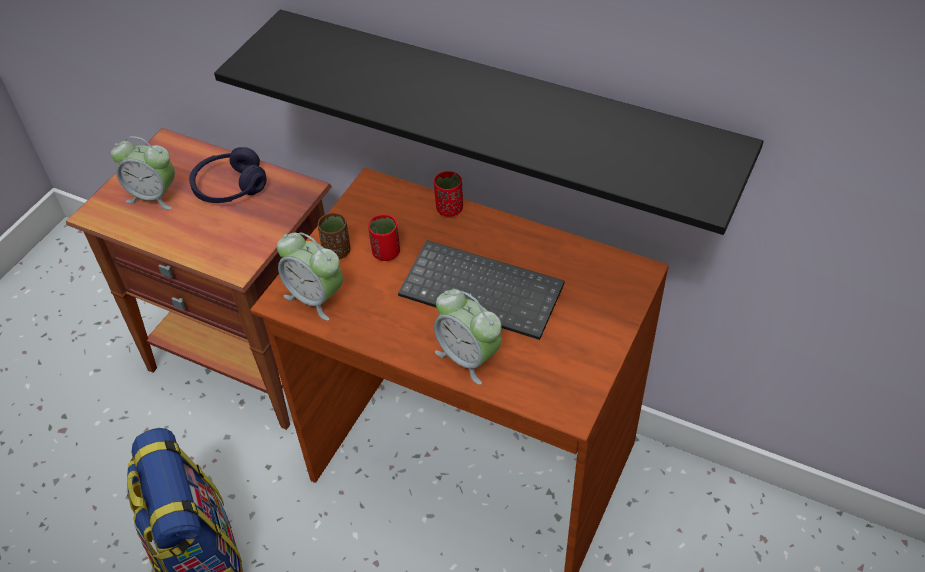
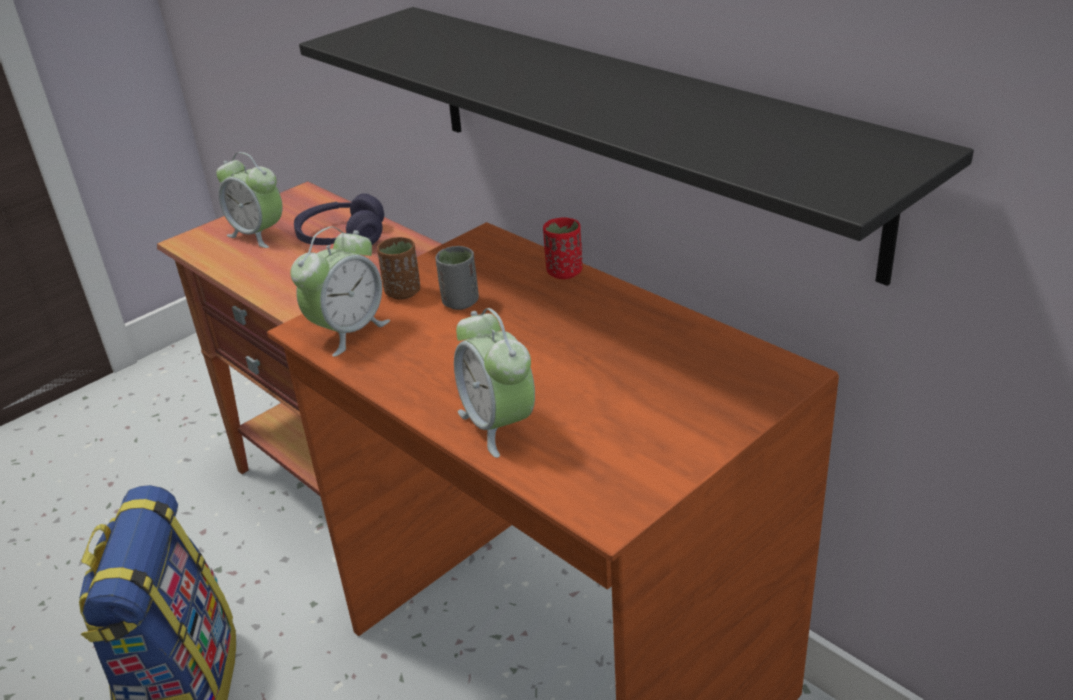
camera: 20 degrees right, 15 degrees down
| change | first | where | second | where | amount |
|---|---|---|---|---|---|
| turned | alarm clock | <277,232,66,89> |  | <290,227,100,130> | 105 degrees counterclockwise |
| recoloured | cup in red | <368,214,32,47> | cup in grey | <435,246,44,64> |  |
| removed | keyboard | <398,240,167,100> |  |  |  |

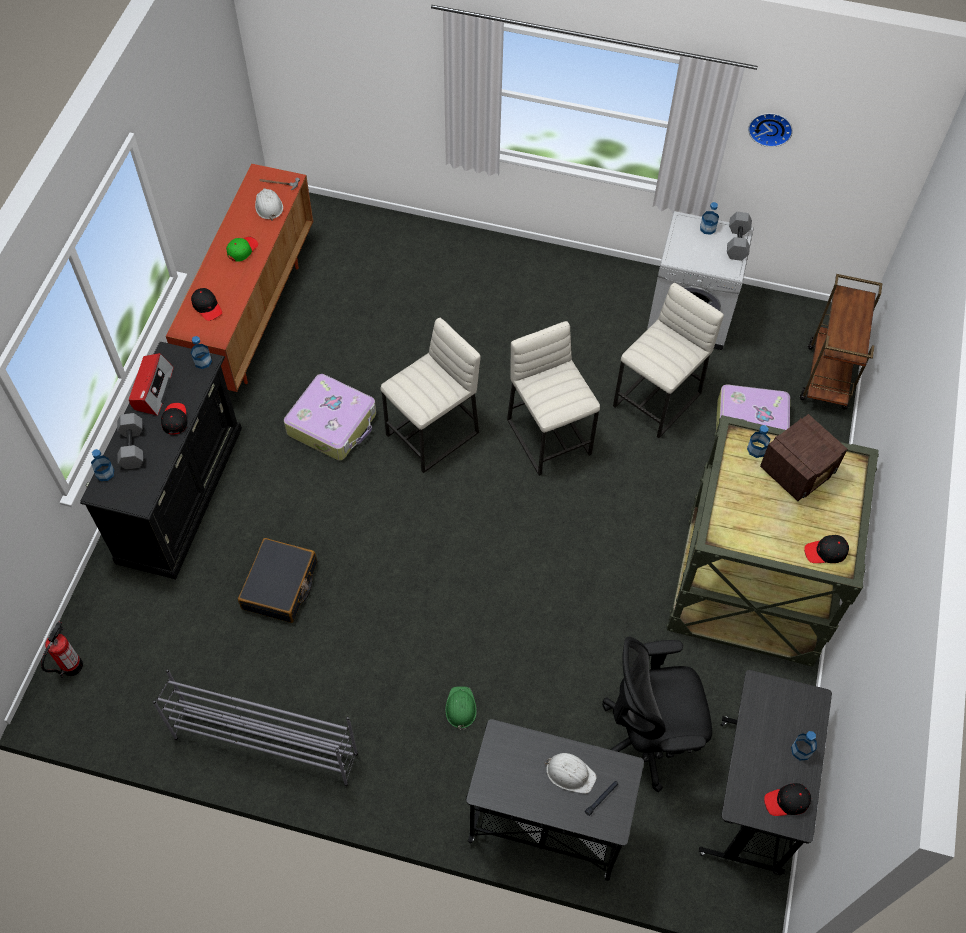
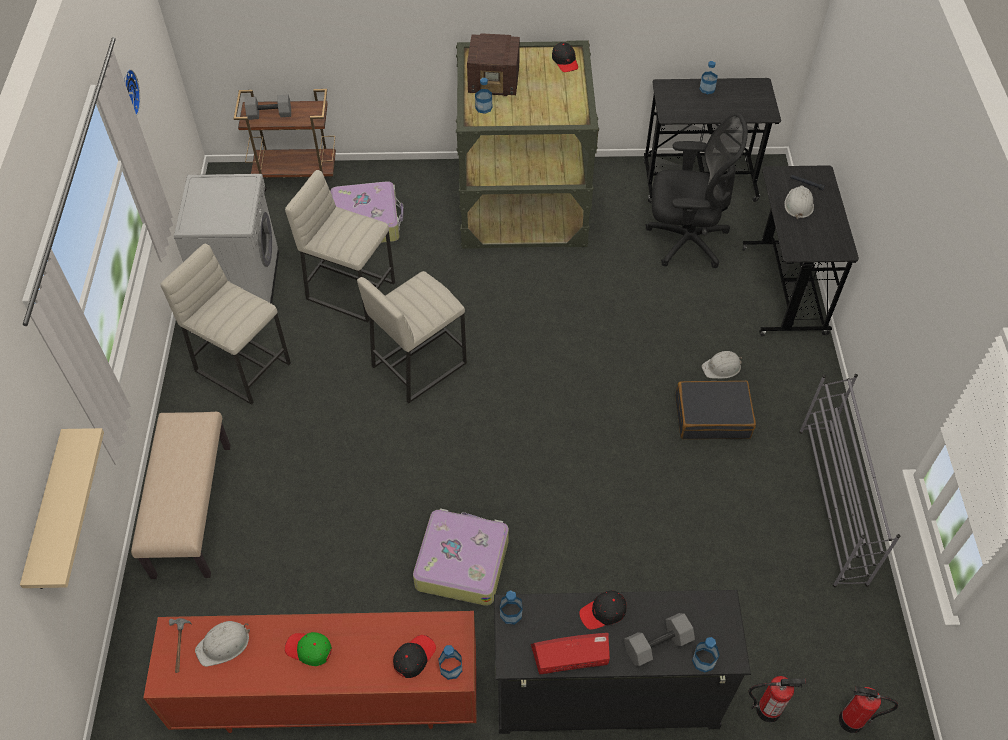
camera: 105 degrees left, 5 degrees down
| change | first | where | second | where | amount |
|---|---|---|---|---|---|
| added |  |  | shelf in beige | <20,428,84,161> |  |
| added |  |  | bench in beige | <131,412,99,167> |  |
| moved | stool in beige | <381,318,100,155> |  | <160,244,131,161> |  |
| moved | dumbbell in grey | <727,212,25,49> |  | <245,94,46,26> |  |
| moved | bottle | <700,202,19,33> |  | <438,645,24,35> |  |
| turned | radio | <760,414,87,87> |  | <467,33,53,63> | 150 degrees clockwise |
| turned | office chair in black | <602,637,110,155> |  | <646,112,102,156> | 60 degrees counterclockwise |
| moved | suitcase in black | <238,538,79,85> |  | <675,381,81,58> |  |
| recoloured | hard hat in green | <445,686,32,44> | hard hat in white | <702,351,40,28> |  |
| added |  |  | fire extinguisher | <748,676,58,47> |  |
| removed | cap in black | <764,783,47,33> |  |  |  |

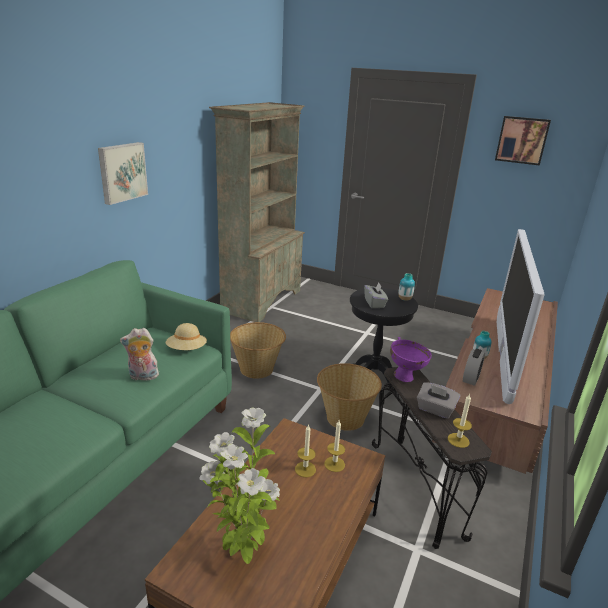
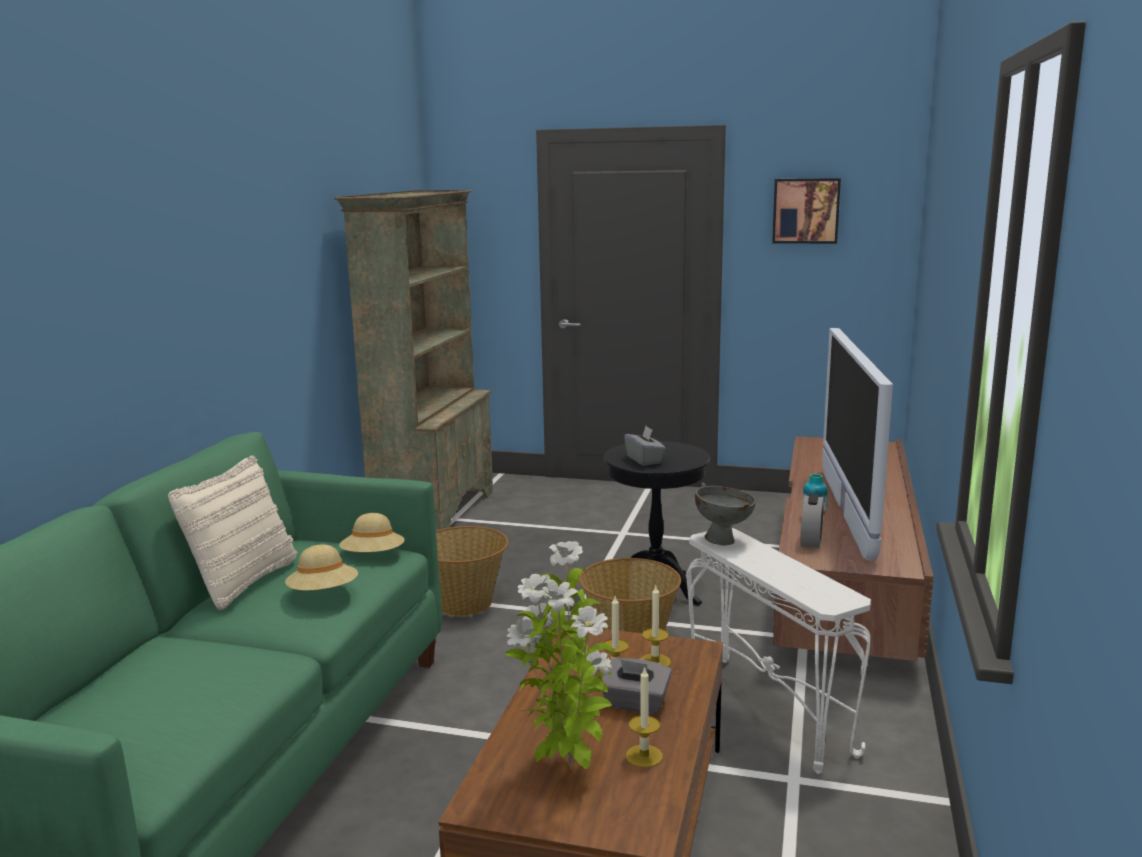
camera: 10 degrees left, 10 degrees down
| change | first | where | second | where | amount |
|---|---|---|---|---|---|
| added |  |  | pillow in beige | <168,455,130,155> |  |
| replaced | plush toy | <120,328,39,52> | hat in beige | <285,544,73,47> |  |
| moved | tissue box in grey | <417,382,43,37> |  | <602,658,70,56> |  |
| moved | candle | <448,393,24,55> |  | <626,666,37,102> |  |
| recoloured | side table in black | <372,367,120,182> | side table in white | <686,528,185,246> |  |
| recoloured | bowl in purple | <390,337,42,45> | bowl in grey | <695,482,61,63> |  |
| removed | picture | <98,142,50,63> |  |  |  |
| removed | vase | <398,273,17,28> |  |  |  |

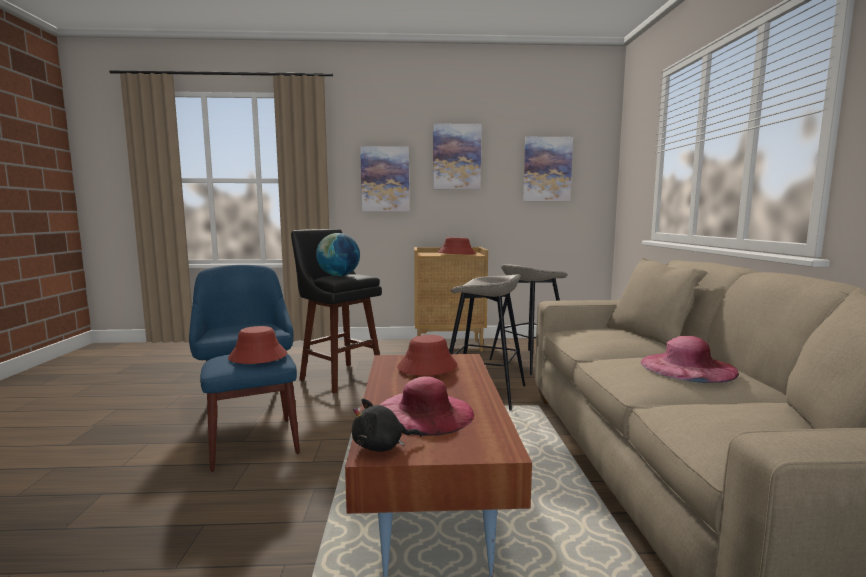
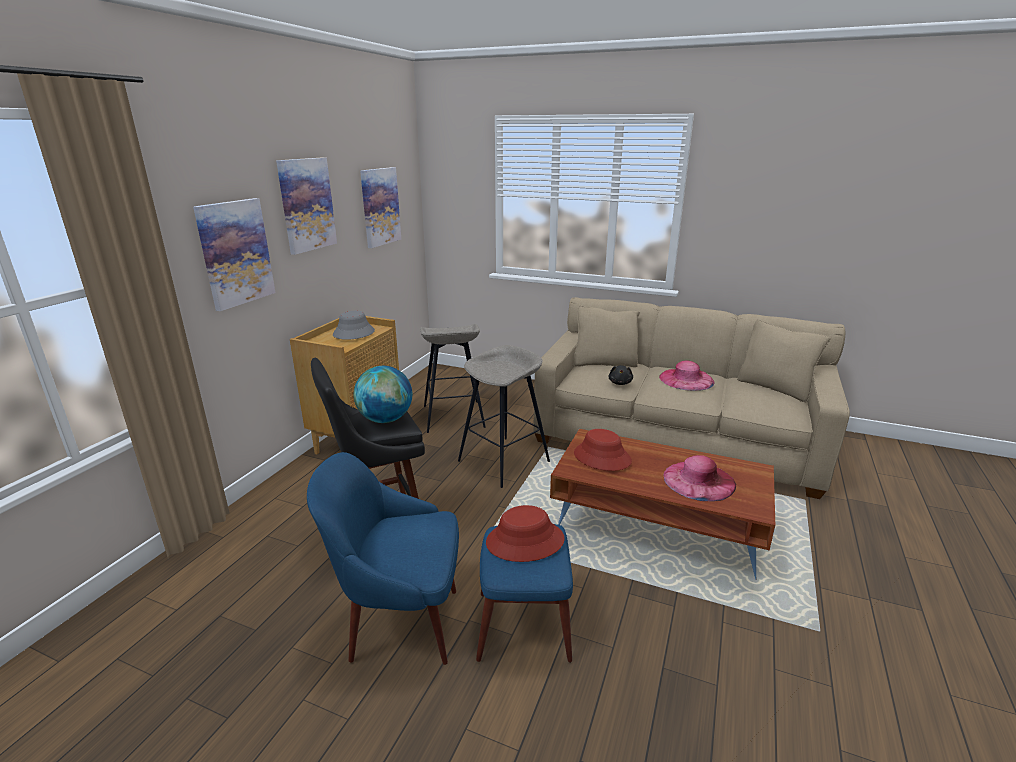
camera: 65 degrees left, 15 degrees up
| change | first | where | second | where | amount |
|---|---|---|---|---|---|
| recoloured | hat in red | <437,237,39,17> | hat in grey | <333,311,42,29> |  |
| moved | plush toy in black | <352,399,70,53> |  | <608,365,25,20> |  |

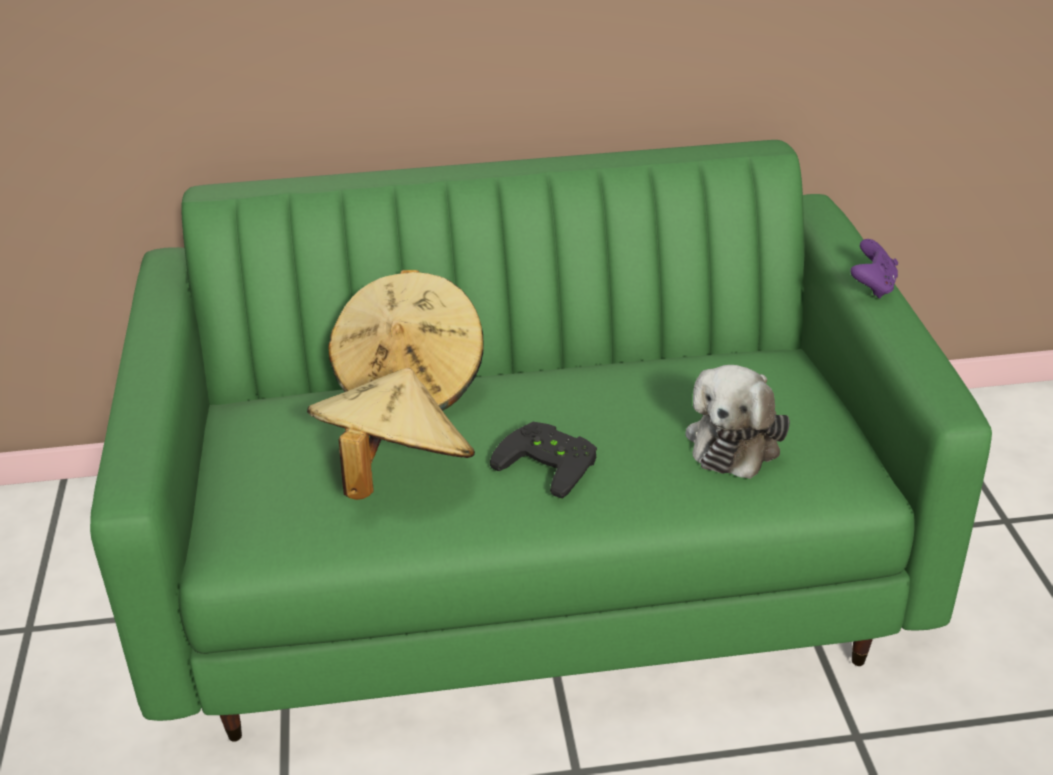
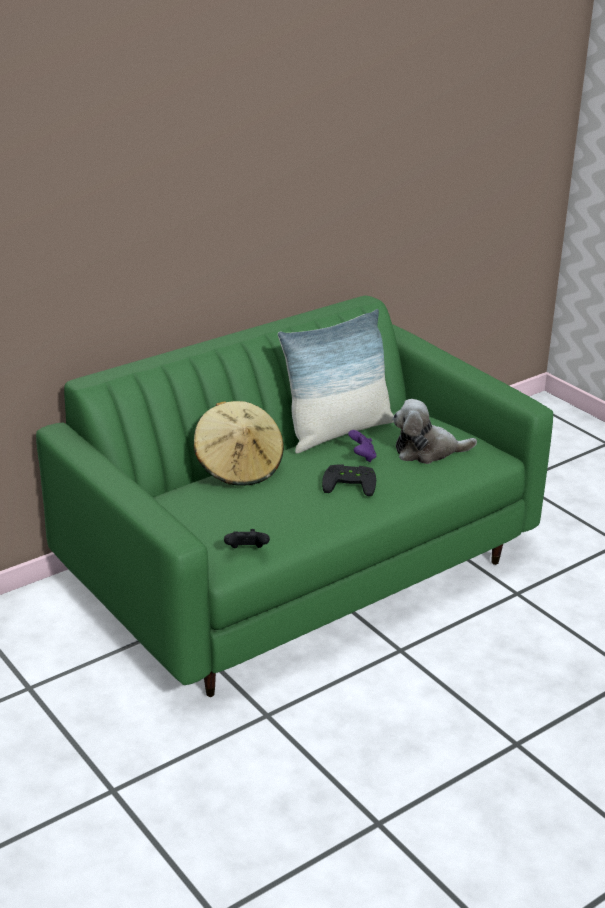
camera: 30 degrees left, 5 degrees down
| change | first | where | second | where | amount |
|---|---|---|---|---|---|
| added |  |  | game controller in black | <224,529,46,19> |  |
| added |  |  | pillow | <278,309,116,144> |  |
| moved | game controller in purple | <851,239,47,60> |  | <348,430,28,32> |  |
| turned | plush toy | <685,365,105,114> |  | <392,399,85,65> | 90 degrees clockwise |
| removed | hat in beige | <307,368,168,132> |  |  |  |

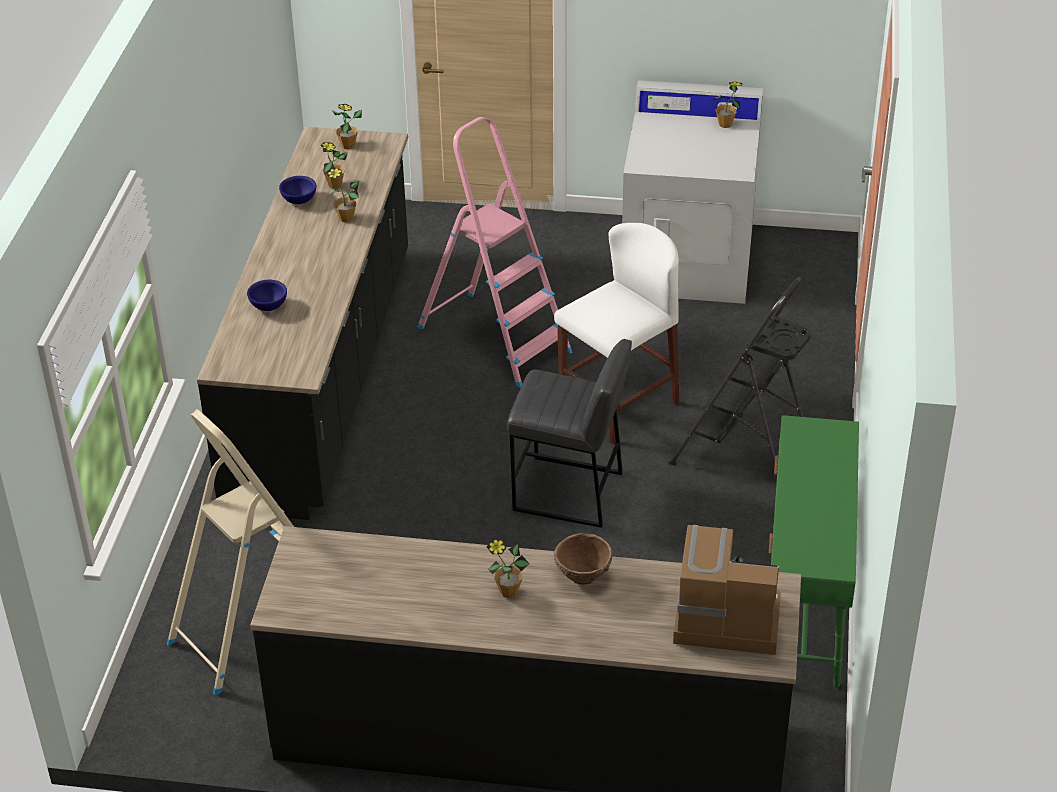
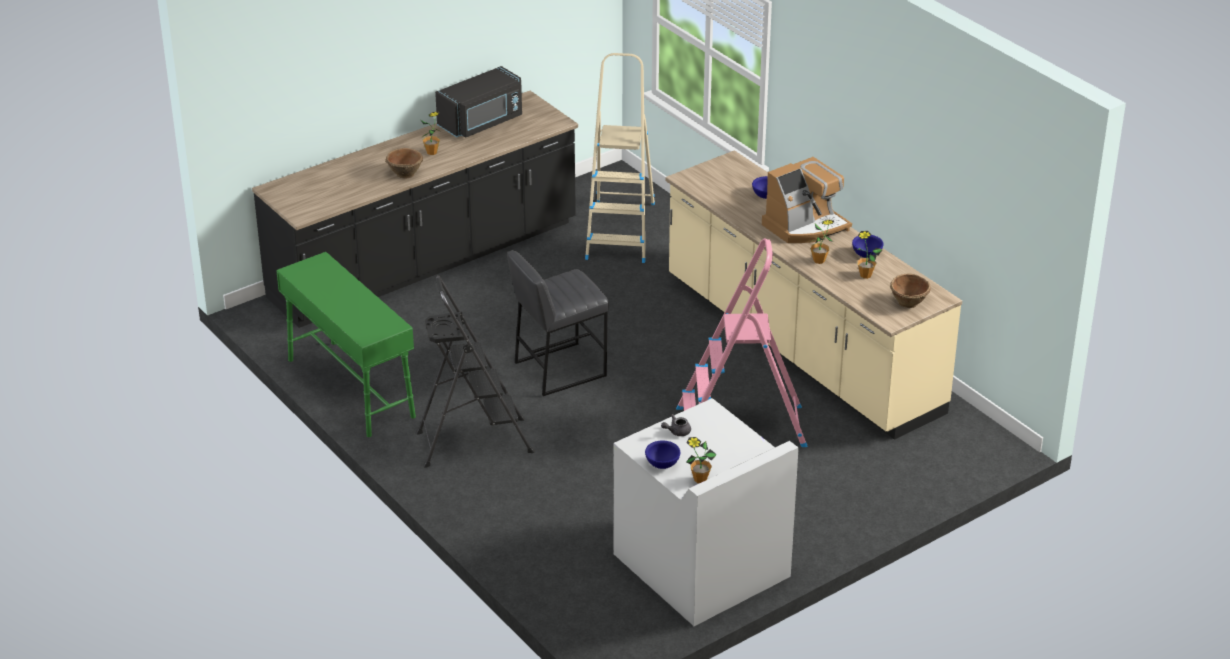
camera: 135 degrees right, 5 degrees down
| change | first | where | second | where | amount |
|---|---|---|---|---|---|
| added |  |  | microwave in black | <435,66,87,71> |  |
| added |  |  | bowl in blue | <645,441,35,28> |  |
| added |  |  | teapot in grey | <661,414,30,22> |  |
| recoloured | counter in black | <197,127,211,393> | counter in beige | <665,150,297,290> |  |
| moved | coffee machine | <673,525,108,130> |  | <762,157,90,86> |  |
| replaced | potted plant | <332,104,30,45> | bowl in brown | <890,274,41,34> |  |
| removed | stool in white | <554,223,125,221> |  |  |  |

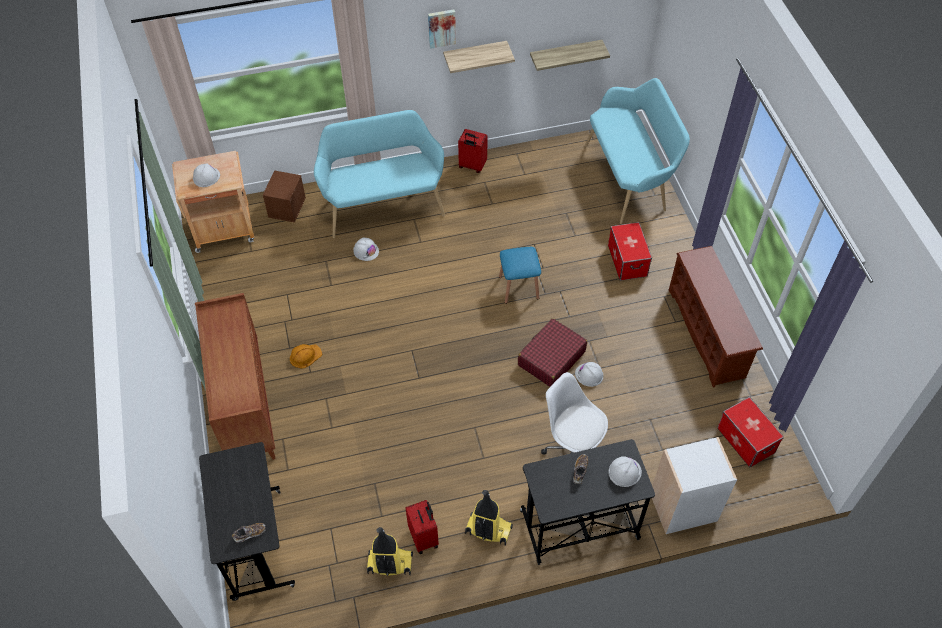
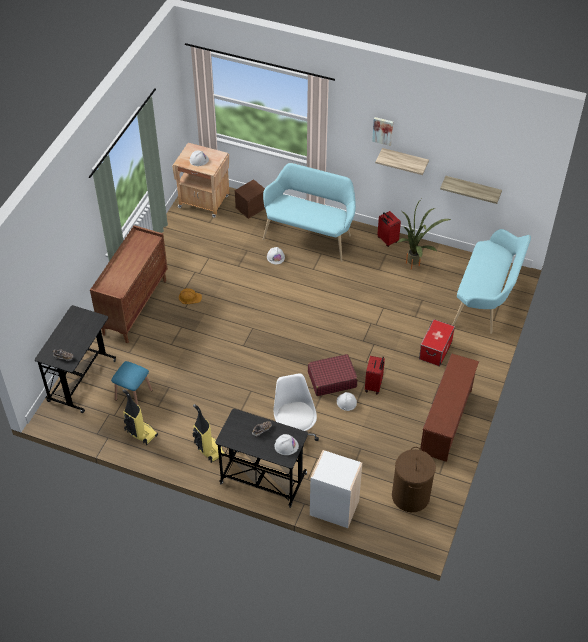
camera: 35 degrees right, 5 degrees down
| change | first | where | second | where | amount |
|---|---|---|---|---|---|
| moved | stool in blue | <499,247,42,57> |  | <111,361,41,45> |  |
| moved | suitcase in red | <405,500,34,54> |  | <365,356,20,39> |  |
| replaced | storage box | <717,397,67,71> | laundry basket in brown | <392,447,44,65> |  |
| added |  |  | potted plant | <396,199,55,71> |  |

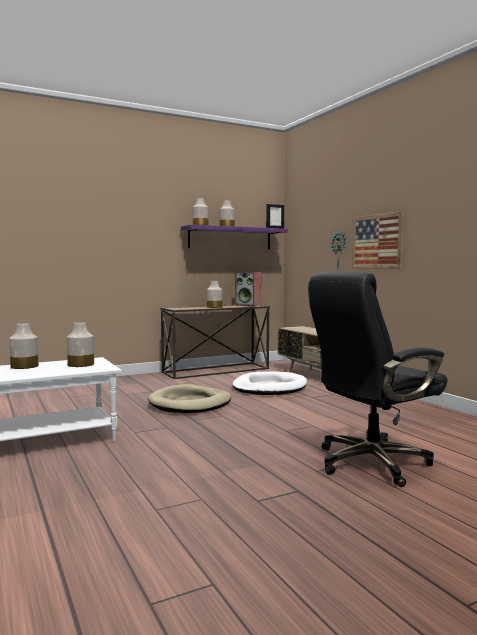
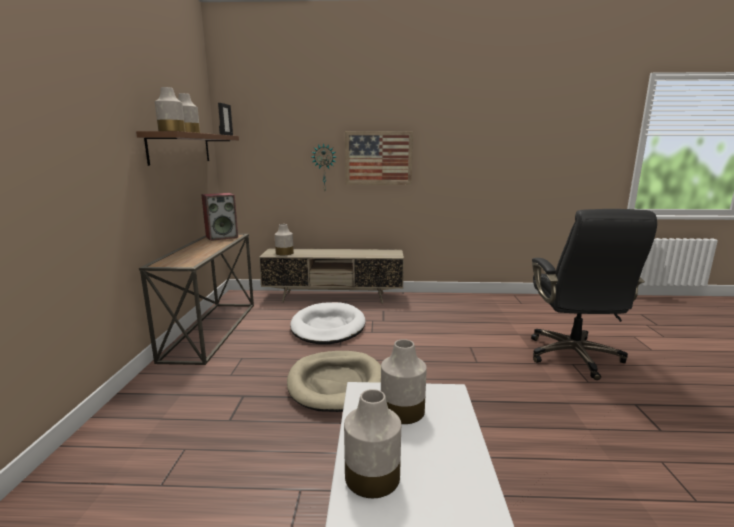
camera: 60 degrees left, 10 degrees up
| change | first | where | second | where | amount |
|---|---|---|---|---|---|
| recoloured | shelf in purple | <181,225,107,24> | shelf in brown | <136,131,103,35> |  |
| moved | vase in beige | <207,281,16,27> |  | <275,224,19,31> |  |

